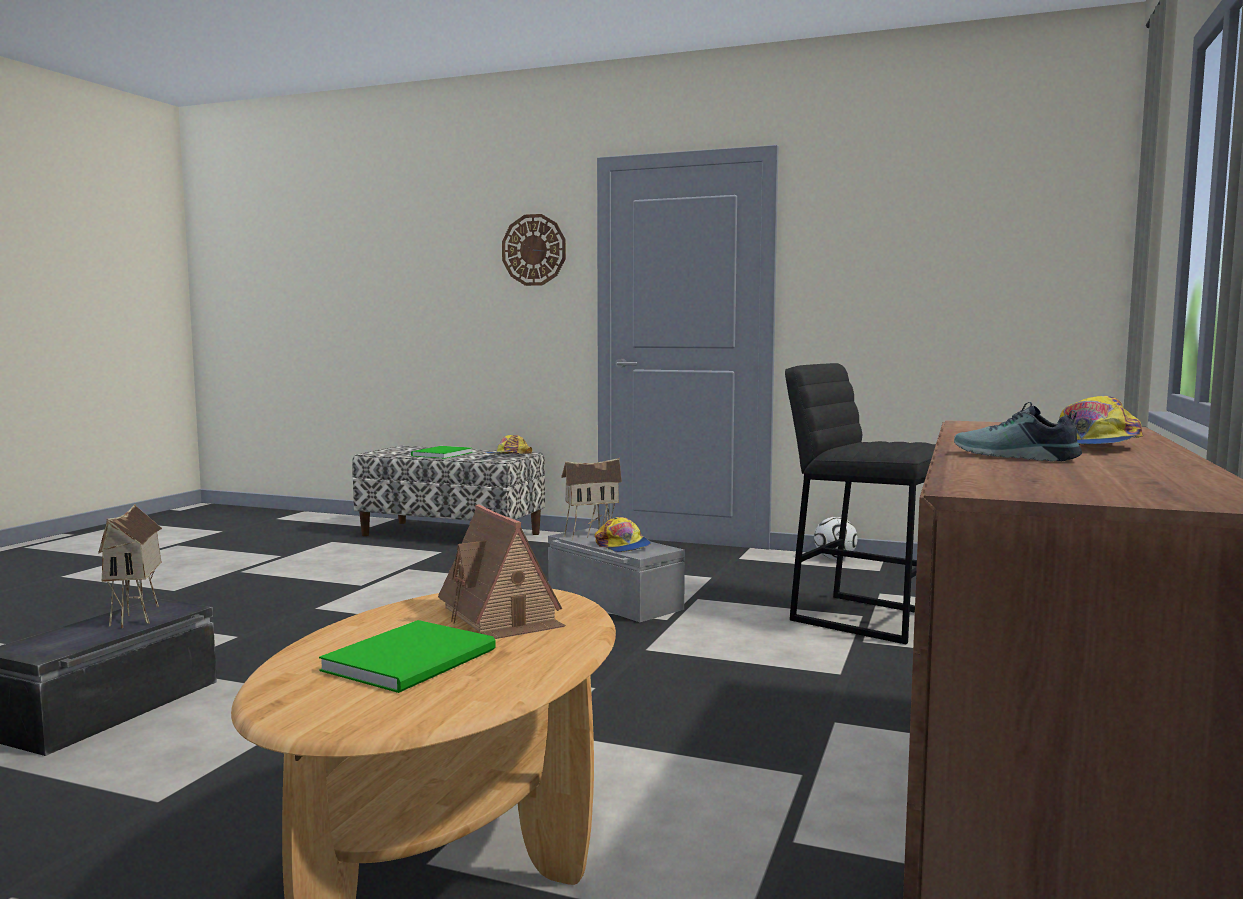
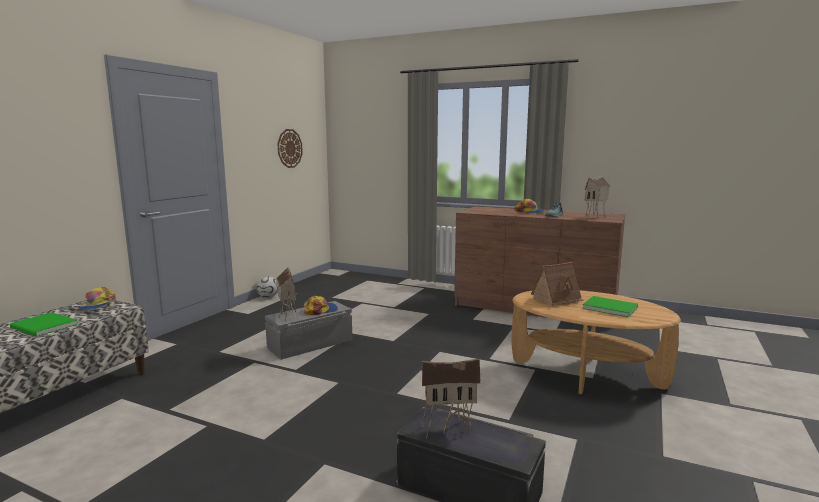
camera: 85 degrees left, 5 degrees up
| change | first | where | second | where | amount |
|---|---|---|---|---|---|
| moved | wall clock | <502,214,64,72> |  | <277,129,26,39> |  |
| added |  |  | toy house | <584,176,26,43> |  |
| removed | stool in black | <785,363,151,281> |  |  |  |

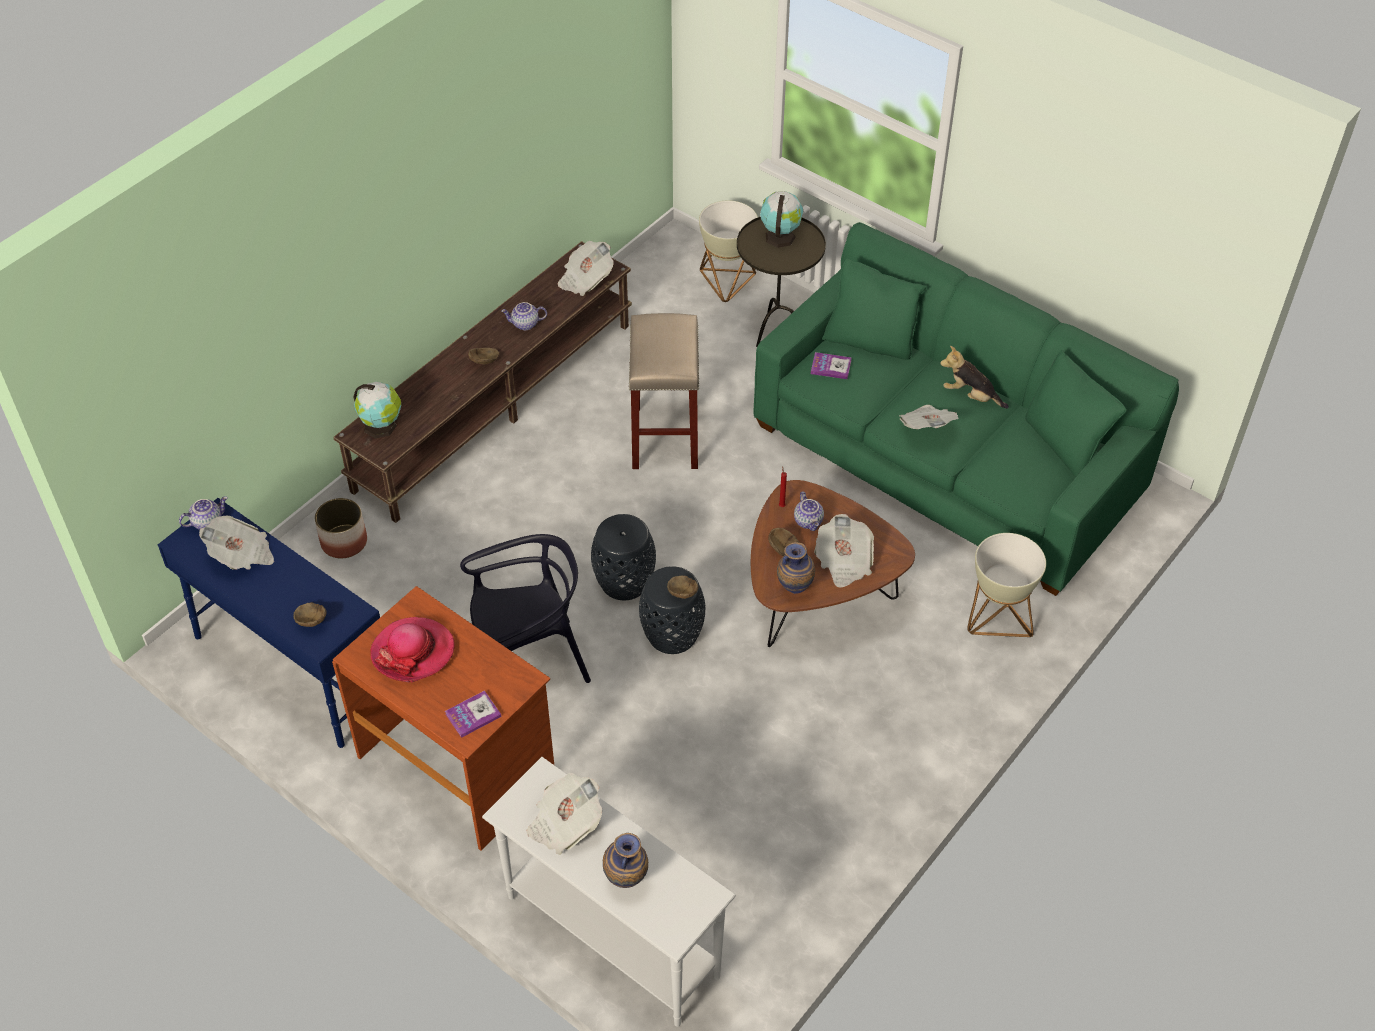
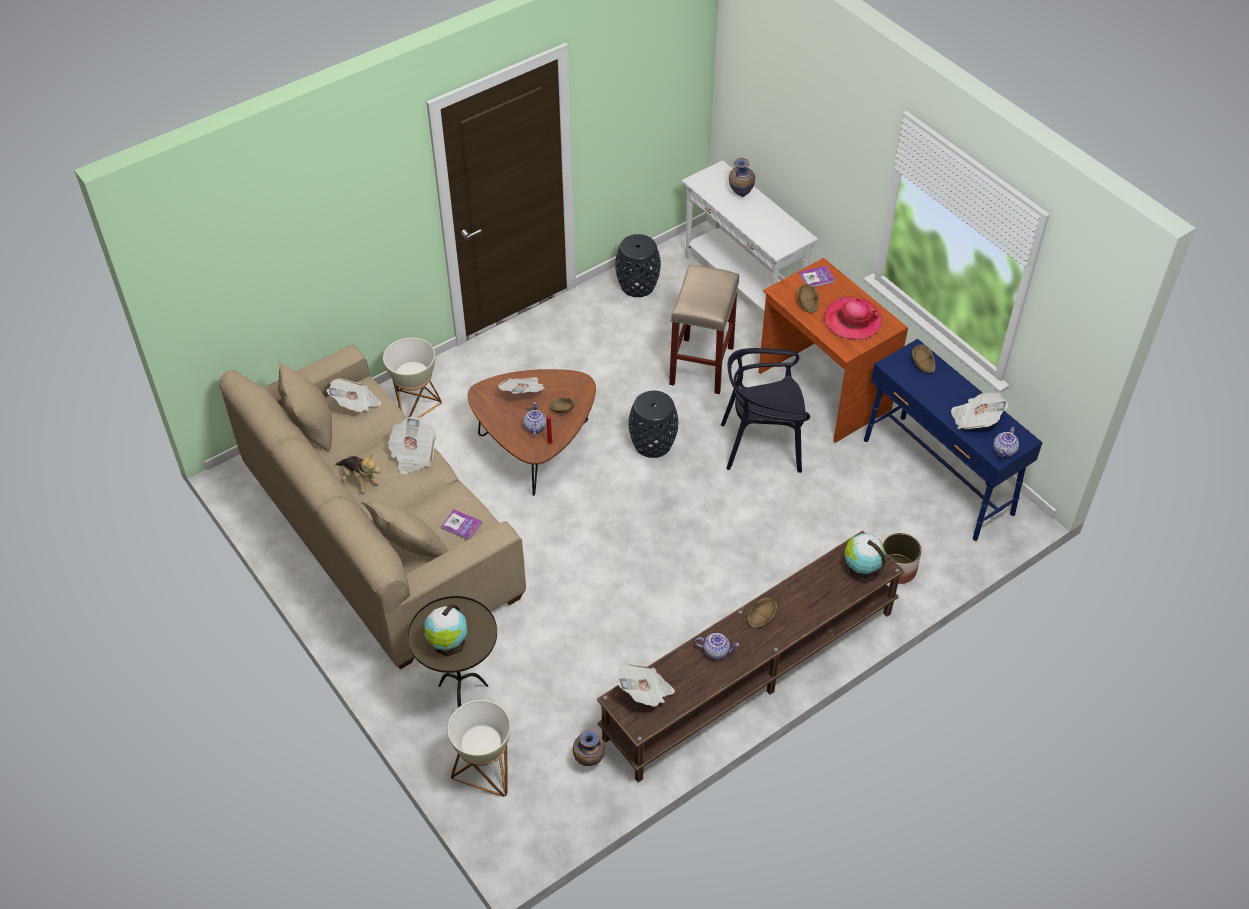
camera: 165 degrees left, 0 degrees up
| change | first | where | second | where | amount |
|---|---|---|---|---|---|
| recoloured | sofa in green | <754,222,425,374> | sofa in beige | <219,345,307,324> |  |
| moved | newspaper | <527,773,75,82> |  | <326,378,56,34> |  |
| moved | vase | <777,542,38,52> |  | <573,729,32,37> |  |
| moved | stool in black | <591,514,65,86> |  | <615,234,46,63> |  |
| moved | stool in beige | <629,313,70,156> |  | <669,265,70,129> |  |
| moved | bowl in brown | <667,576,31,23> |  | <797,284,22,29> |  |
| turned | teapot | <179,496,49,34> |  | <993,427,26,31> | 45 degrees counterclockwise |

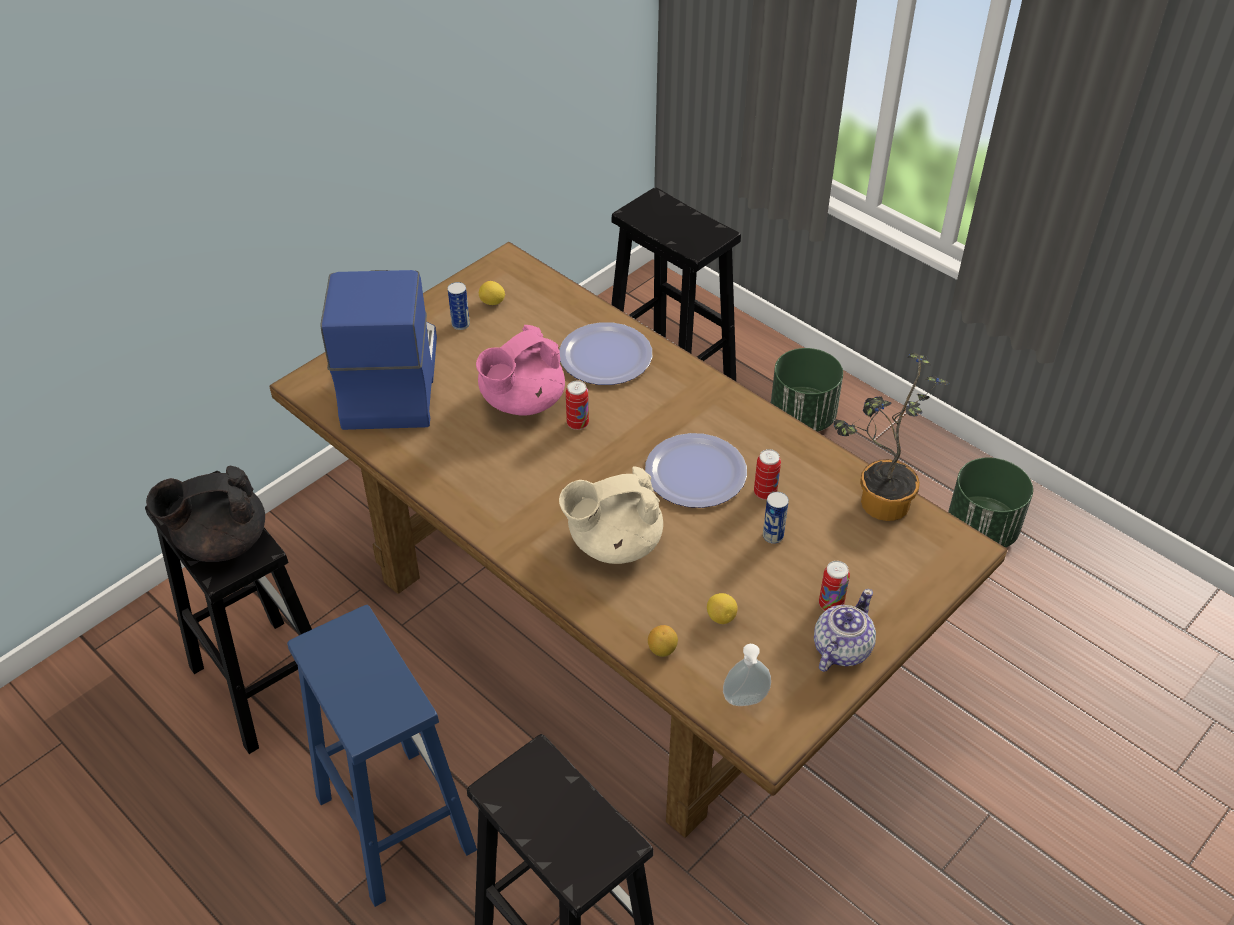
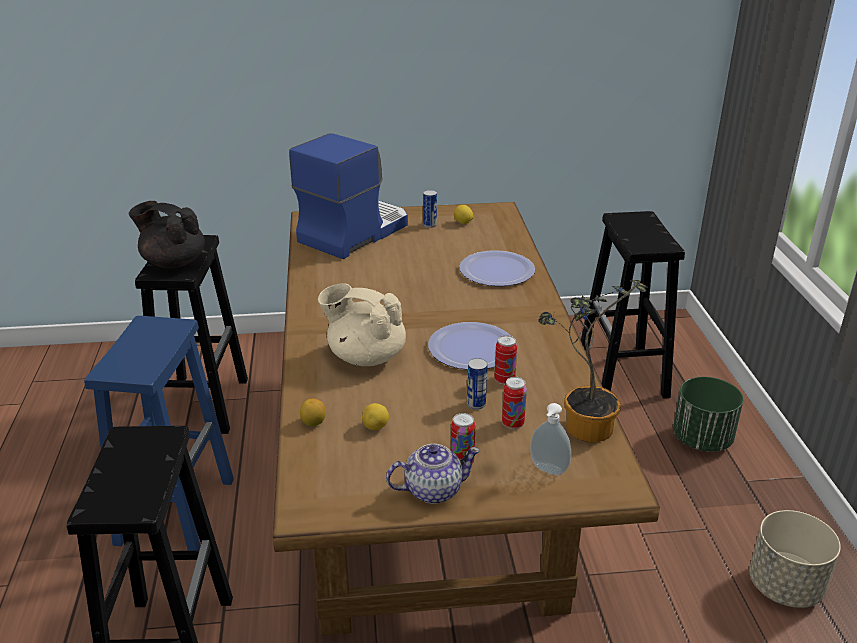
camera: 40 degrees right, 15 degrees down
| change | first | where | second | where | amount |
|---|---|---|---|---|---|
| moved | can | <566,381,23,49> |  | <502,377,25,52> |  |
| moved | soap dispenser | <723,644,48,62> |  | <530,403,41,72> |  |
| recoloured | planter in green | <948,457,85,91> | planter in beige | <749,510,92,98> |  |
| removed | teapot in pink | <476,325,89,91> |  |  |  |

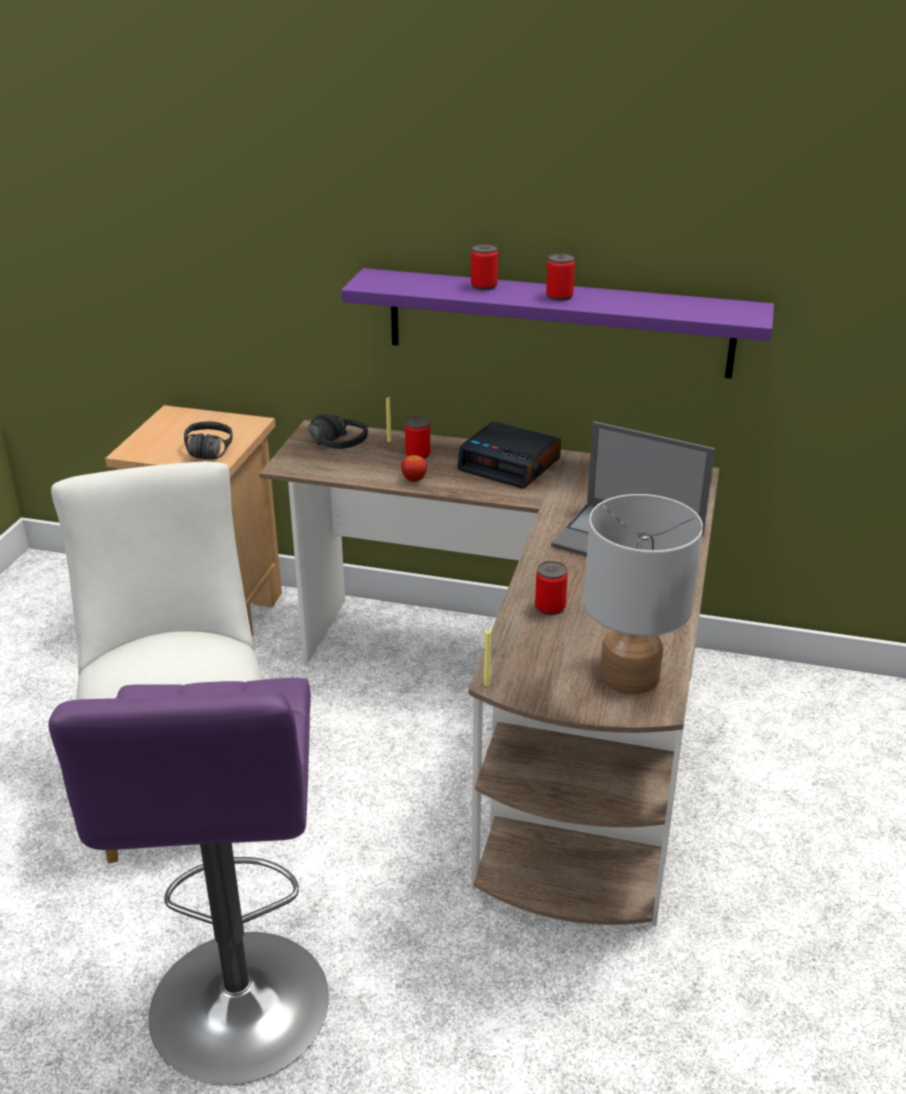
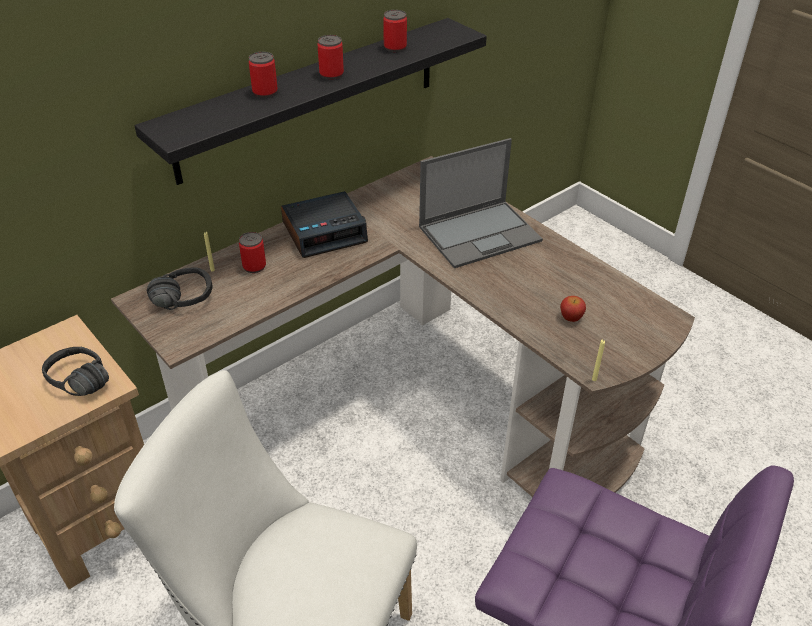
camera: 55 degrees left, 10 degrees up
| change | first | where | second | where | amount |
|---|---|---|---|---|---|
| recoloured | shelf in purple | <341,268,433,111> | shelf in black | <134,18,353,167> |  |
| moved | can | <535,561,33,54> |  | <383,10,24,42> |  |
| moved | apple | <401,455,26,27> |  | <560,296,26,26> |  |
| removed | table lamp in grey | <584,494,119,201> |  |  |  |

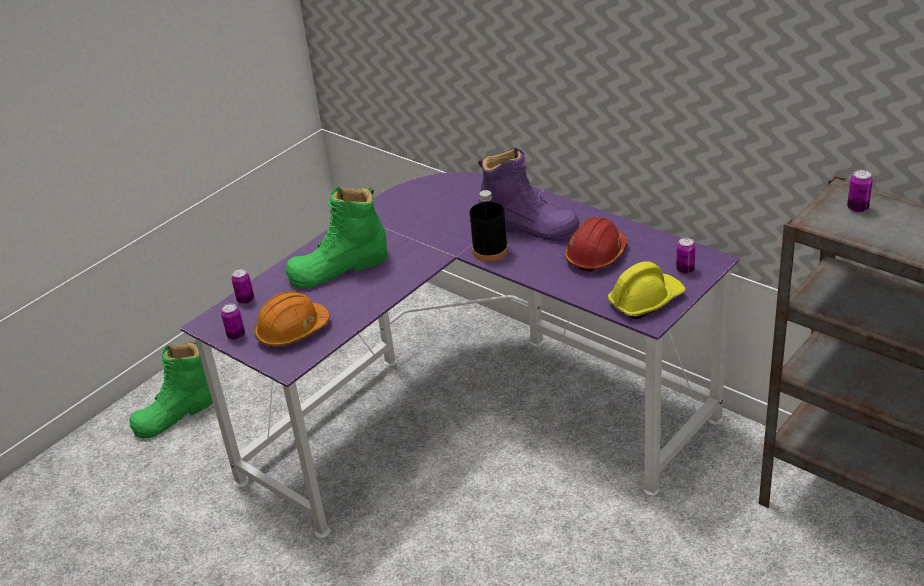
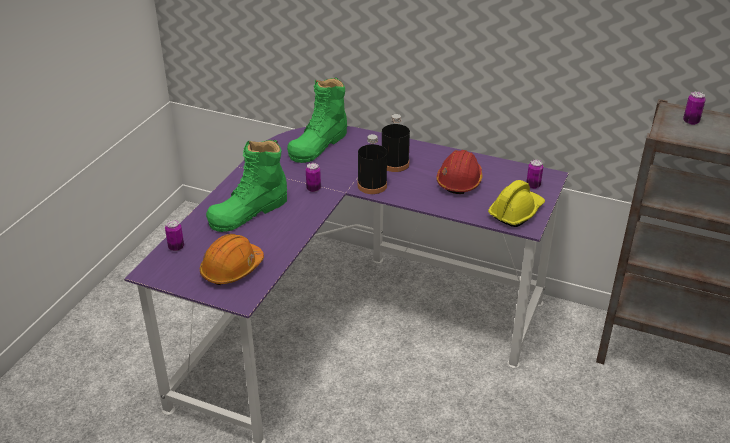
camera: 20 degrees left, 0 degrees up
| change | first | where | second | where | amount |
|---|---|---|---|---|---|
| moved | boot in green | <129,342,84,97> |  | <287,77,60,86> |  |
| moved | can | <221,304,24,36> |  | <306,163,15,29> |  |
| replaced | boot in purple | <478,148,101,94> | bottle in black | <382,114,28,58> |  |

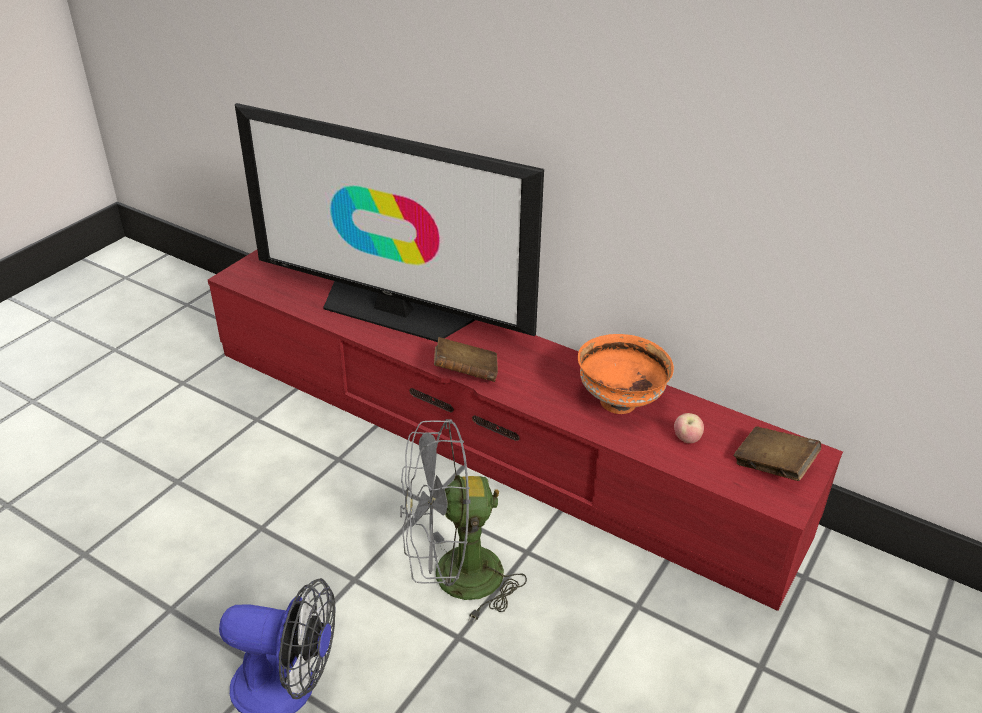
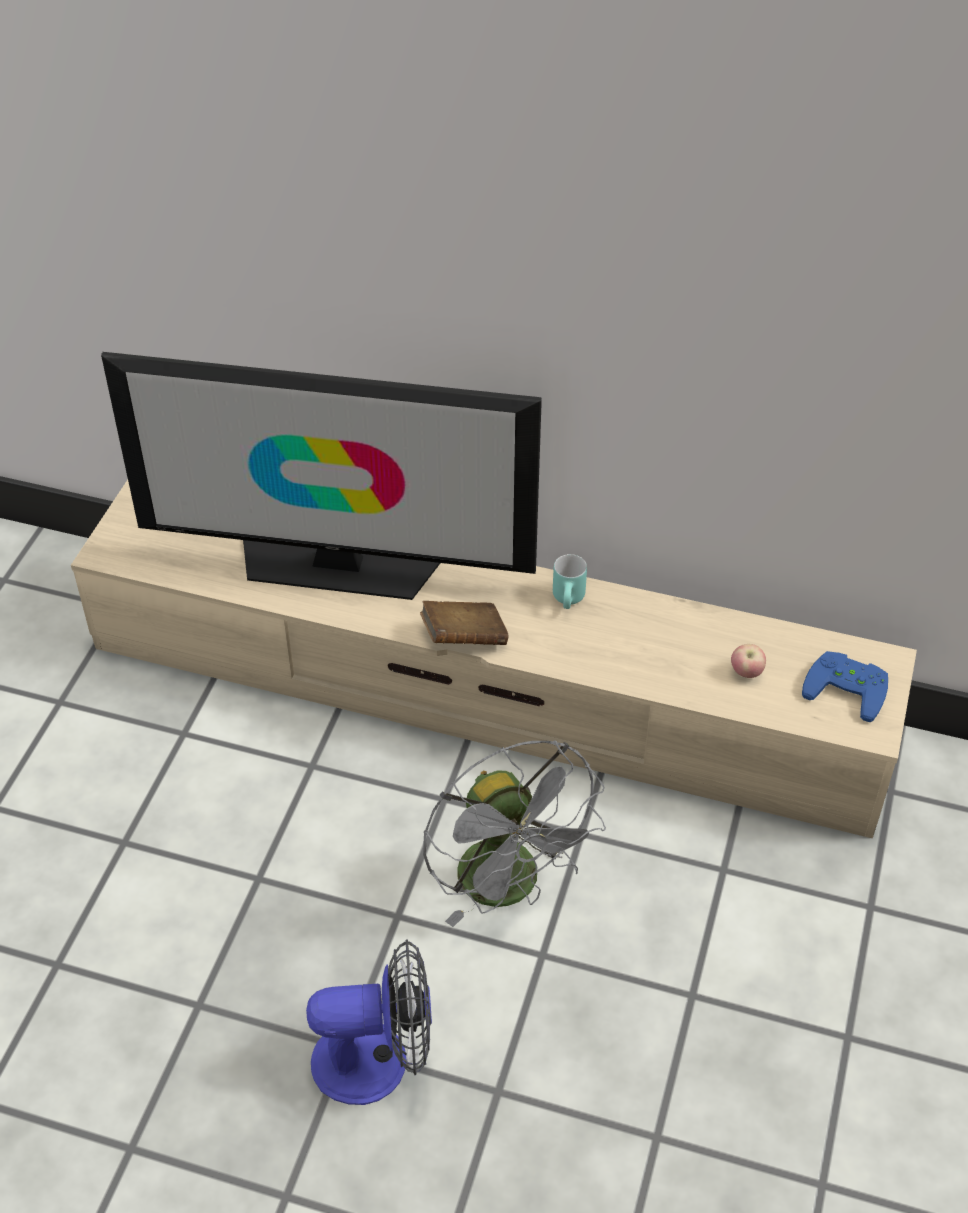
camera: 15 degrees left, 10 degrees up
| change | first | where | second | where | amount |
|---|---|---|---|---|---|
| recoloured | tv stand in red | <208,250,635,361> | tv stand in beige | <71,480,846,358> |  |
| turned | fan in grey | <400,419,127,204> |  | <423,740,183,187> | 90 degrees counterclockwise |
| added |  |  | mug in turquoise | <553,554,34,55> |  |
| replaced | book in brown | <734,427,87,54> | game controller in blue | <802,651,86,71> |  |
| removed | bowl in orange | <578,334,96,80> |  |  |  |

